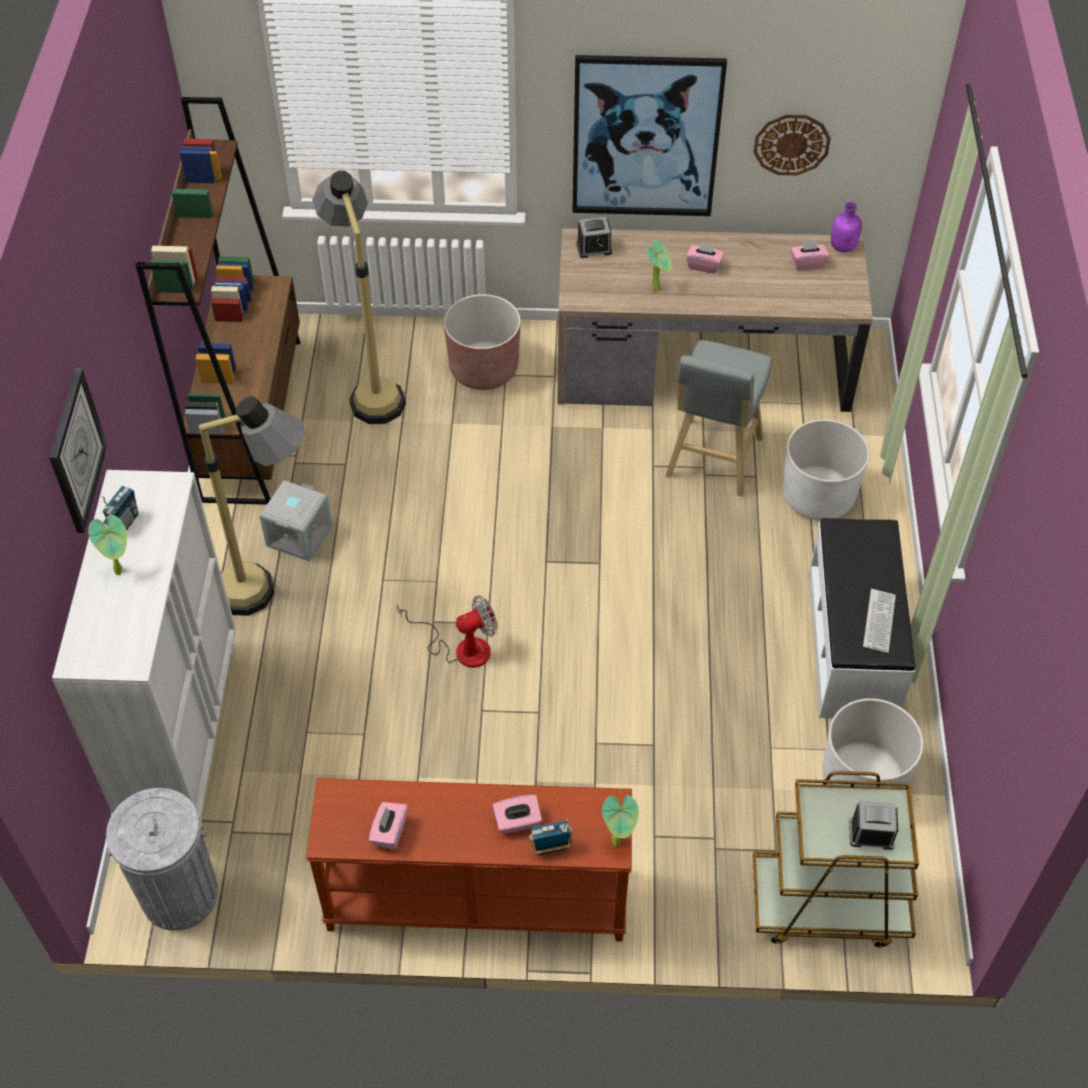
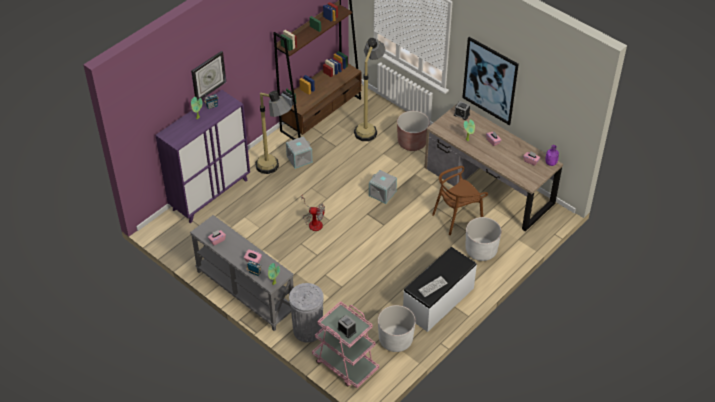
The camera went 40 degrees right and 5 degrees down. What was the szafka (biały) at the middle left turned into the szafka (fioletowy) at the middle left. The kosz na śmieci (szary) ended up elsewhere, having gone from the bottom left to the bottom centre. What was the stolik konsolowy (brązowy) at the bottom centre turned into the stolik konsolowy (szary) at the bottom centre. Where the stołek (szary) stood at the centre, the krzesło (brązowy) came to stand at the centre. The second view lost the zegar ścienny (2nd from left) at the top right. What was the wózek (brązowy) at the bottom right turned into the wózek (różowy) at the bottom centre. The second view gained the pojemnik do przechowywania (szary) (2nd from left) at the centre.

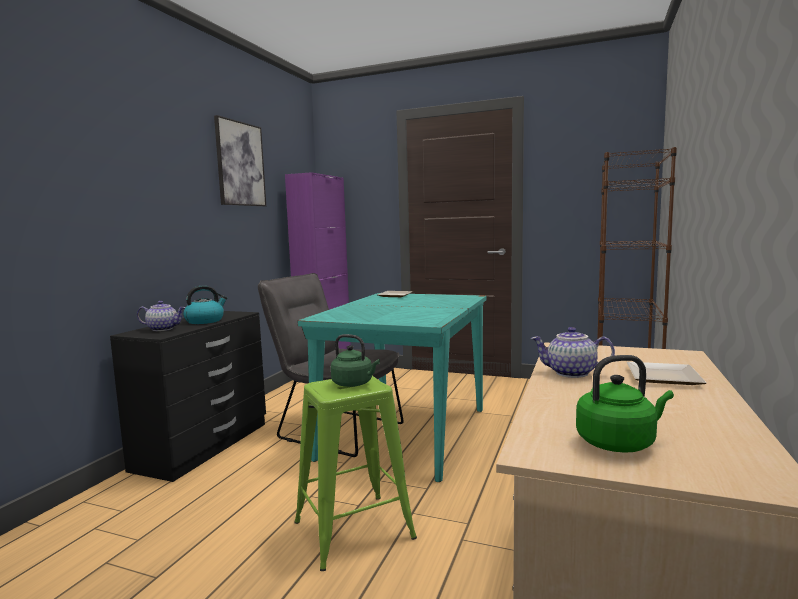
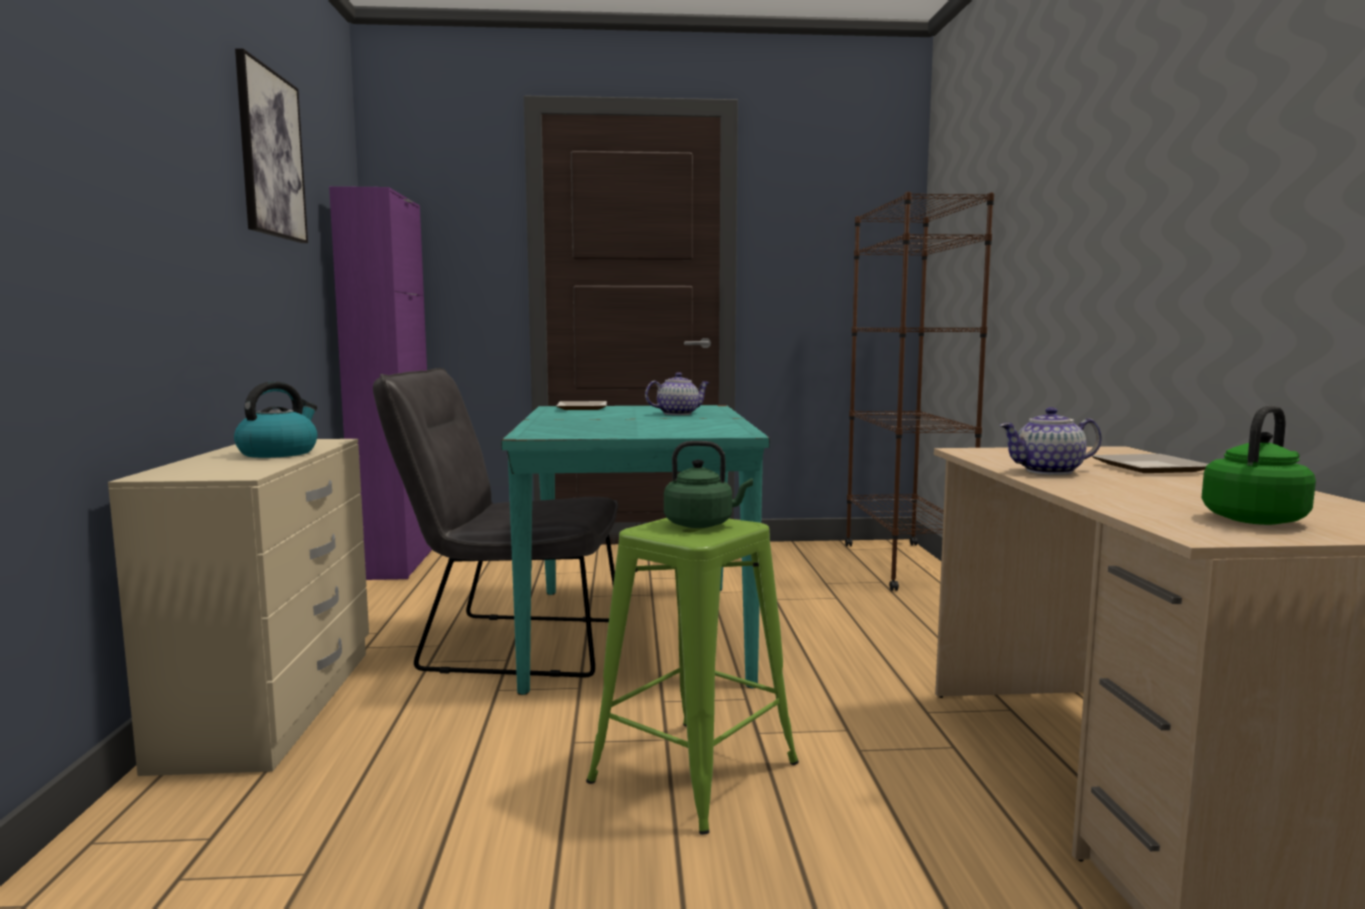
The camera went 25 degrees left and 0 degrees up. What was the komoda (czarny) at the middle left turned into the komoda (beżowy) at the bottom left. The imbryk (1st from left) ended up elsewhere, having gone from the middle left to the centre.

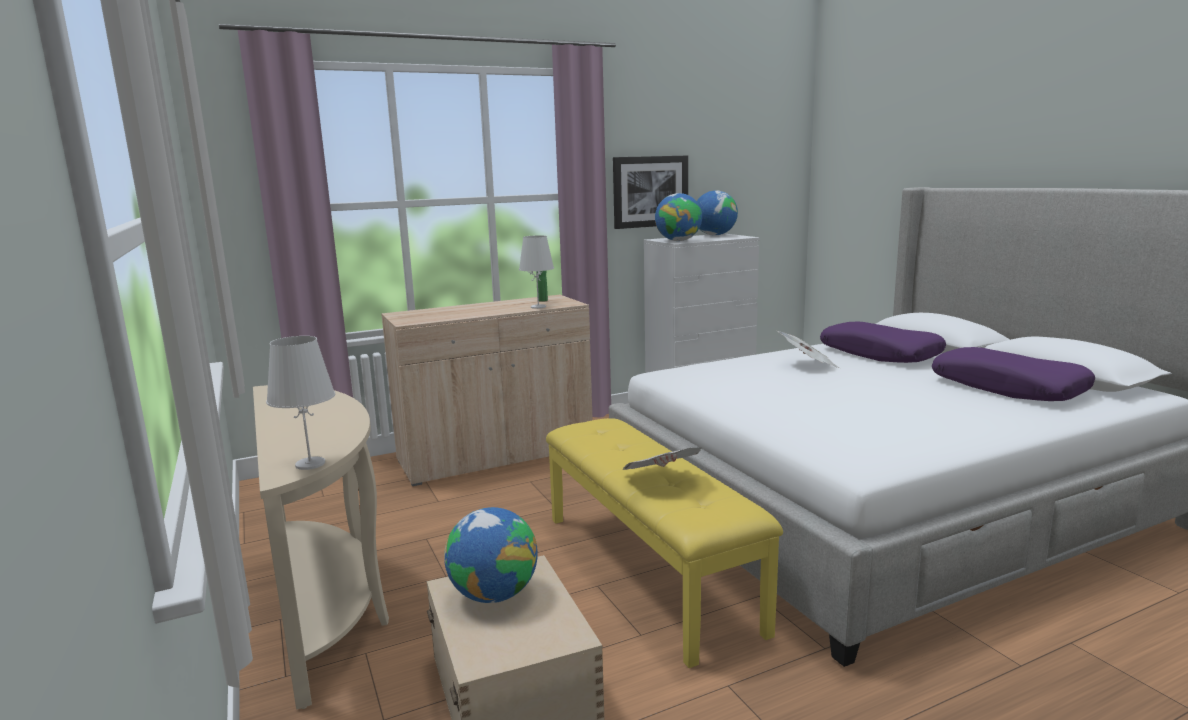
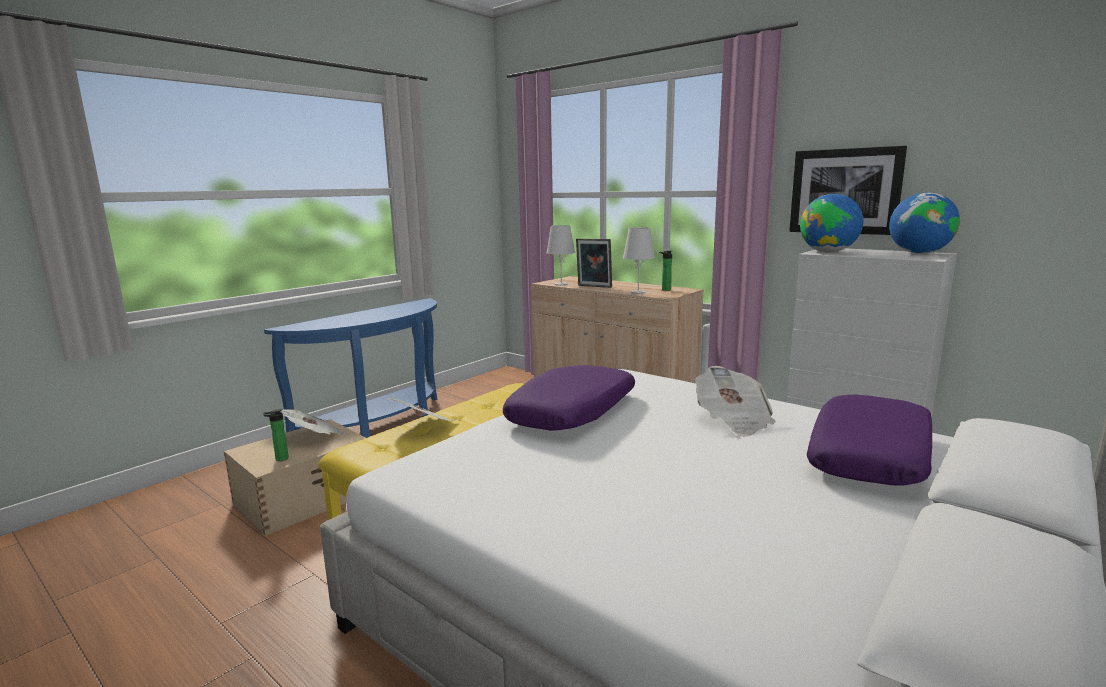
The camera went 65 degrees right and 0 degrees up. What was the stolik konsolowy (beżowy) at the bottom left turned into the stolik konsolowy (niebieski) at the middle left. The lampa stołowa (biały) (1st from left) ended up elsewhere, having gone from the middle left to the centre. Where the globus (1st from left) stood at the bottom centre, the gazeta (1st from left) came to stand at the middle left. The poduszka (fioletowy) (2nd from left in the first image) ended up elsewhere, having gone from the middle right to the centre. The second view gained the butelka (1st from left) at the middle left. The second view gained the ramka na zdjęcie at the centre.

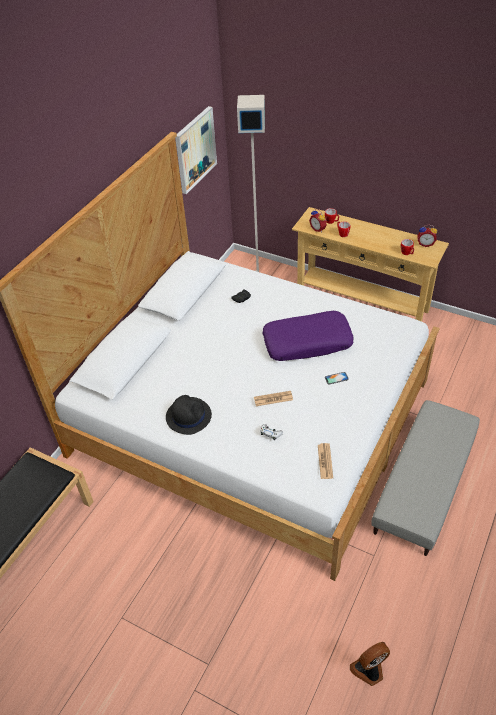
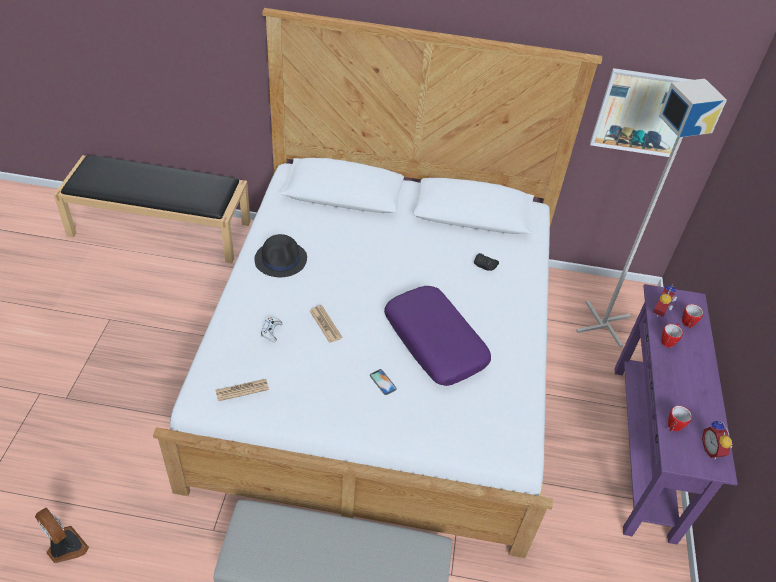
The camera went 65 degrees right and 0 degrees up. What was the stolik konsolowy (beżowy) at the middle right turned into the stolik konsolowy (fioletowy) at the bottom right.

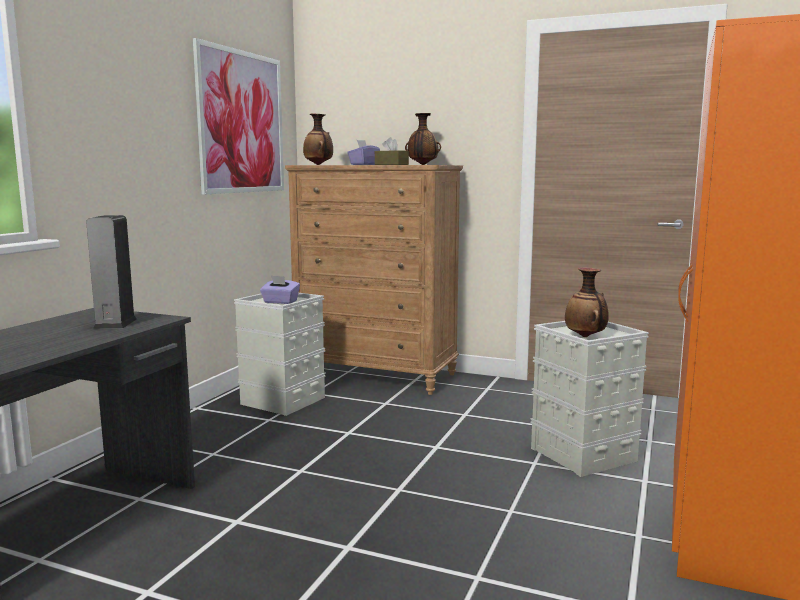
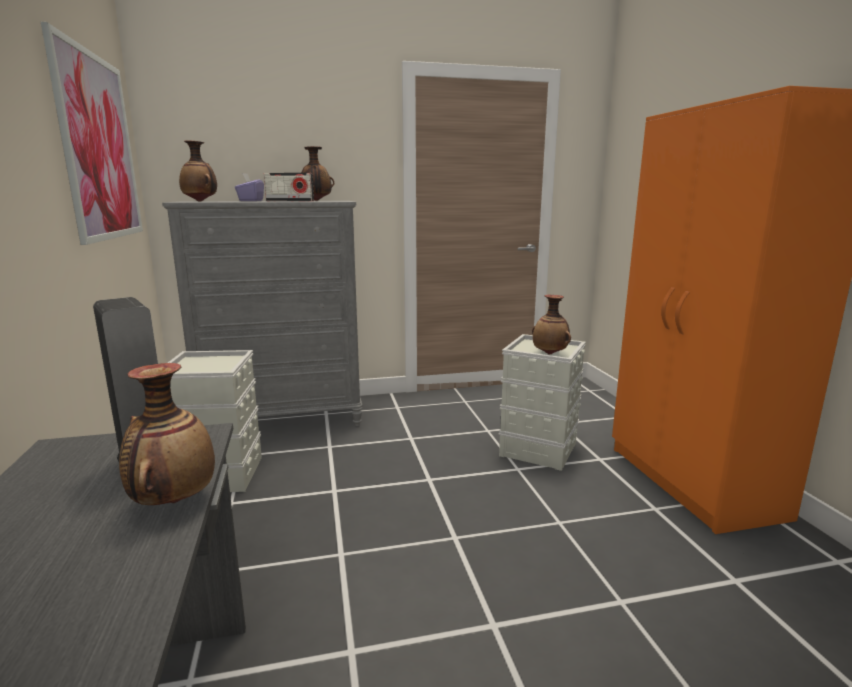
The camera went 35 degrees left and 5 degrees up. The second view lost the pudełko chusteczek (fioletowy) (1st from left) at the centre. What was the komoda (brązowy) at the centre turned into the komoda (szary) at the middle left. Where the pudełko chusteczek (brązowy) stood at the top centre, the radio came to stand at the top centre. The second view gained the wazon (1st from left) at the middle left.

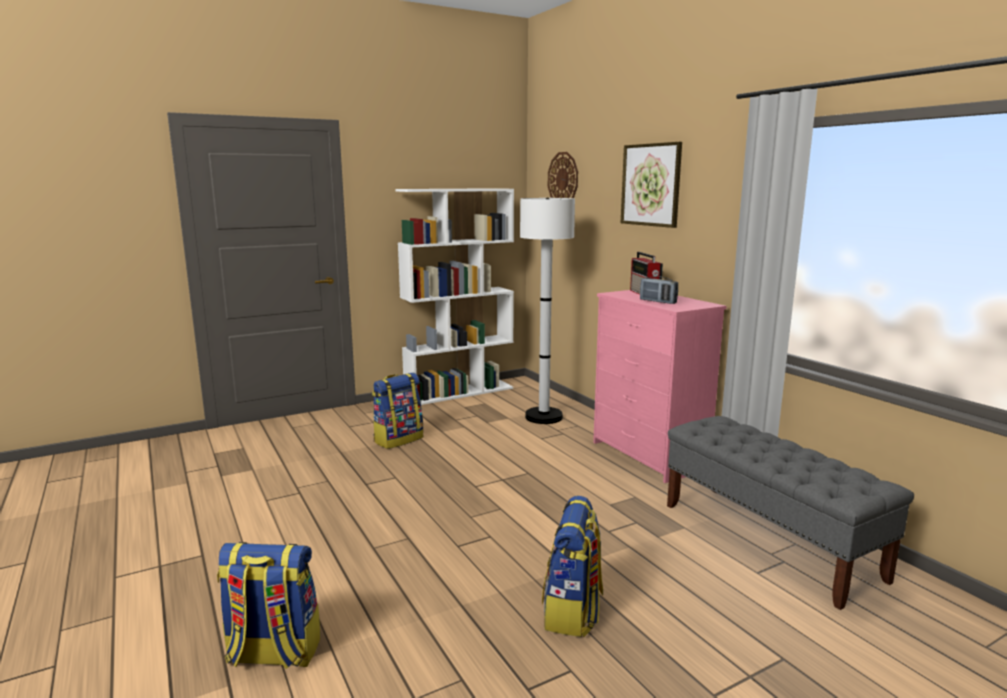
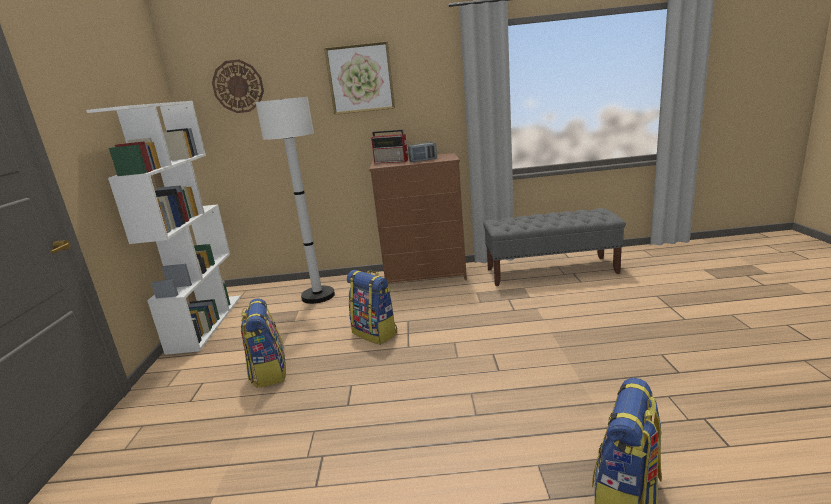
The camera went 60 degrees left and 5 degrees up. The plecak (3rd from left in the first image) ended up elsewhere, having gone from the bottom centre to the centre. What was the komoda (różowy) at the centre turned into the komoda (brązowy) at the centre.

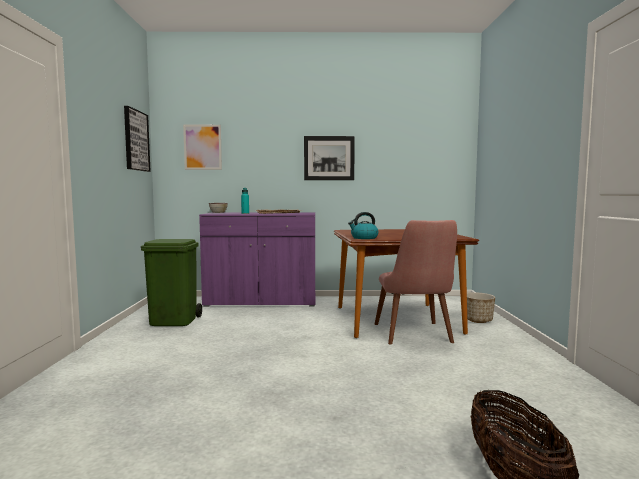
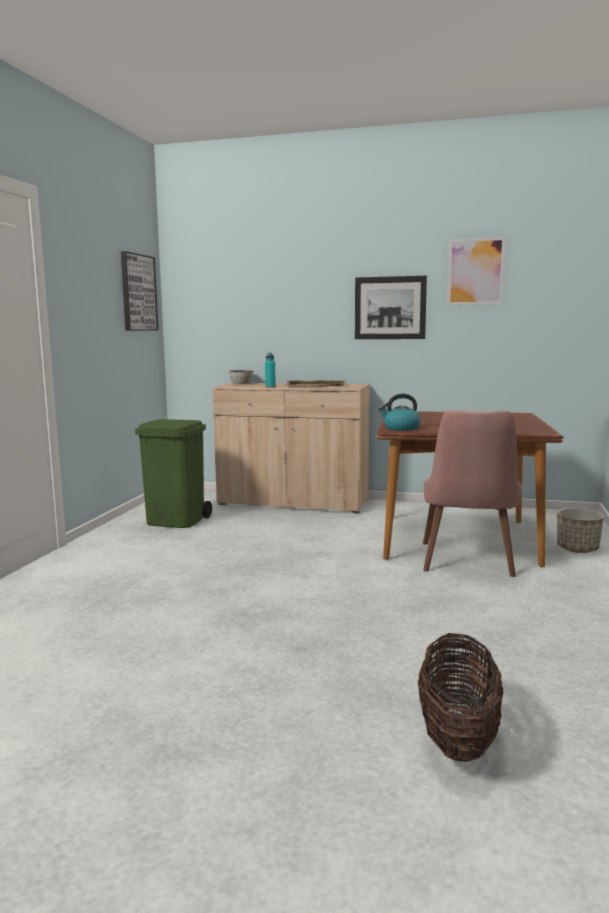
The camera went 15 degrees right and 5 degrees up. The obraz (2nd from left in the first image) ended up elsewhere, having gone from the top left to the top right. What was the szafka (fioletowy) at the centre turned into the szafka (beżowy) at the centre.

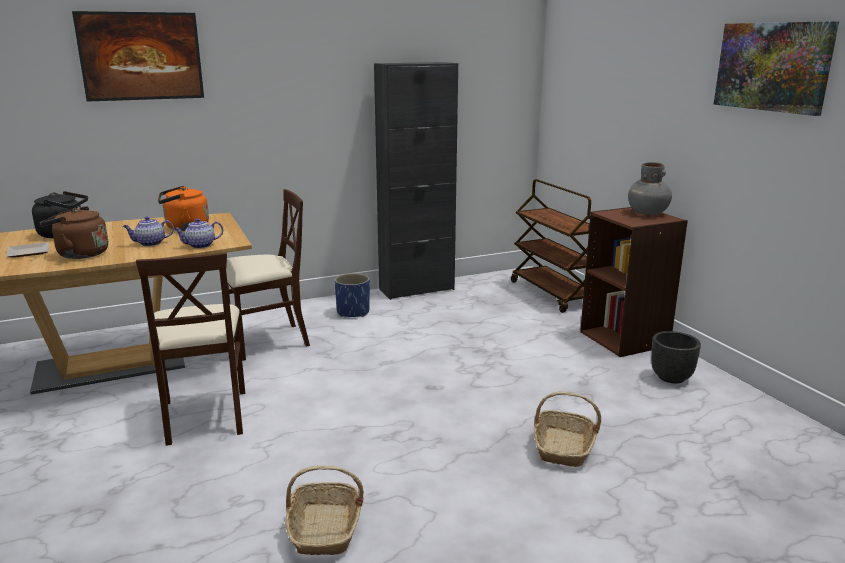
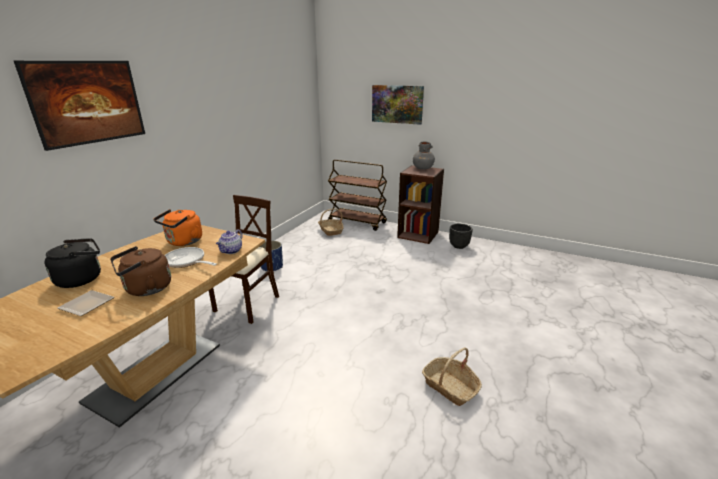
The camera went 40 degrees left and 5 degrees up. Where the imbryk (1st from left) stood at the middle left, the patelnia came to stand at the middle left. The second view lost the krzesło (beżowy) (1st from left) at the middle left. The second view lost the szafka (czarny) at the top centre. The koszyk (2nd from left in the first image) ended up elsewhere, having gone from the bottom right to the centre. The obraz (2nd from left) ended up elsewhere, having gone from the top right to the top centre.

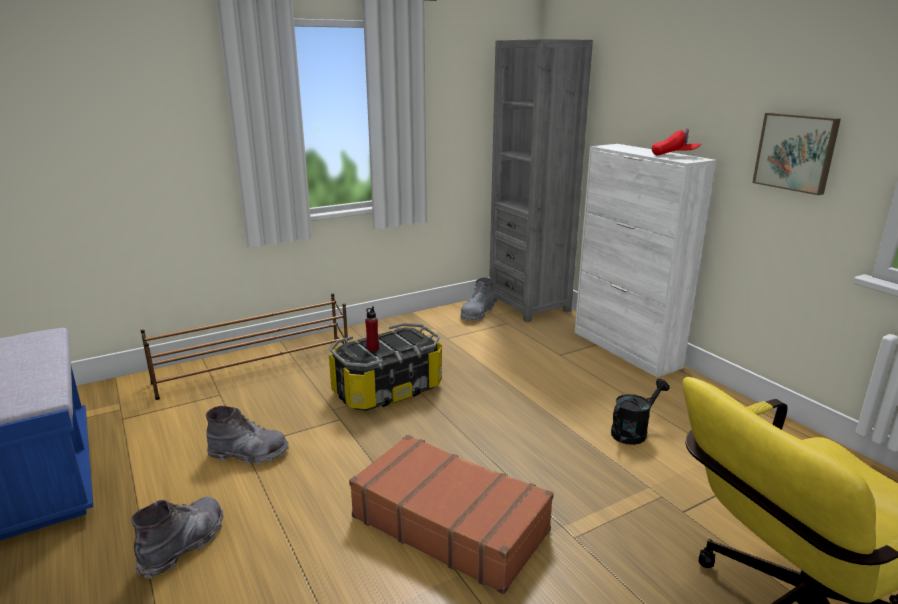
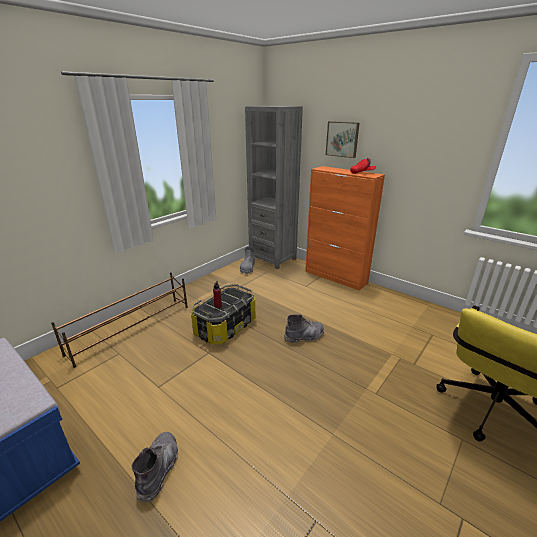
The camera went 20 degrees left and 5 degrees up. The but z cholewką (szary) (2nd from left in the first image) ended up elsewhere, having gone from the bottom left to the centre. The second view lost the walizka (brązowy) at the bottom centre. What was the szafka (biały) at the middle right turned into the szafka (pomarańczowy) at the centre. The second view lost the konewka (czarny) at the bottom right. The obraz ended up elsewhere, having gone from the top right to the top centre.

